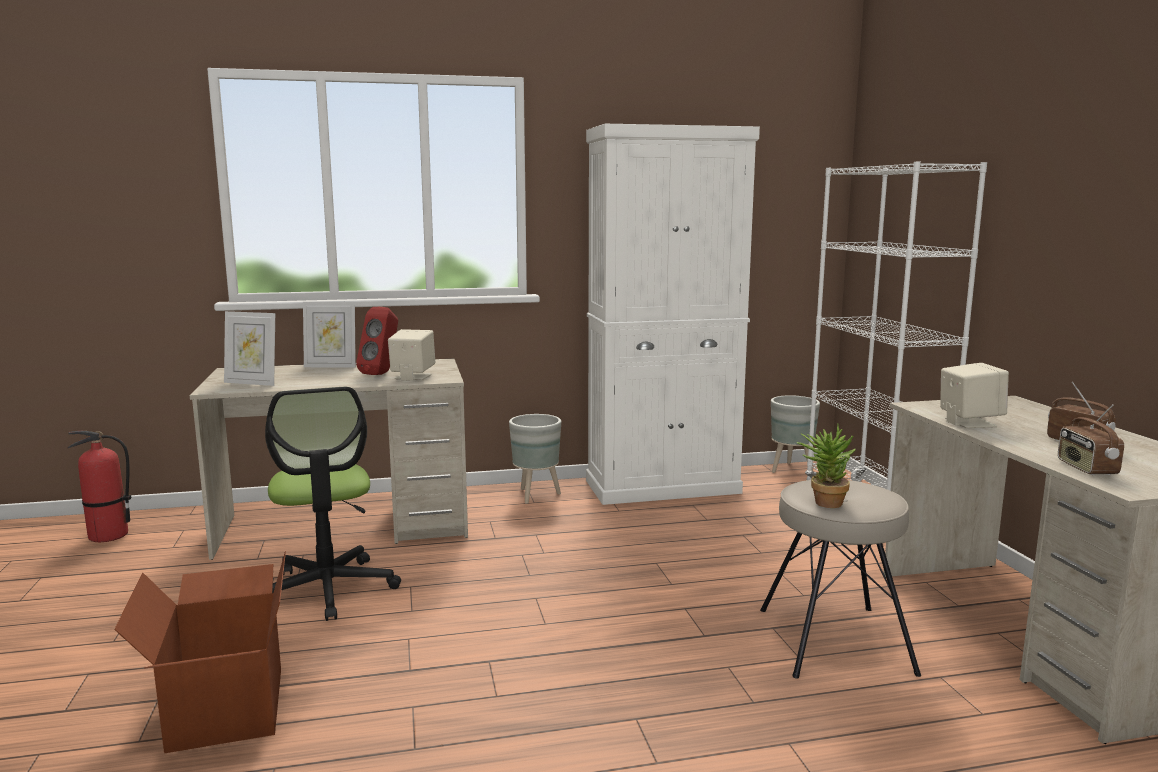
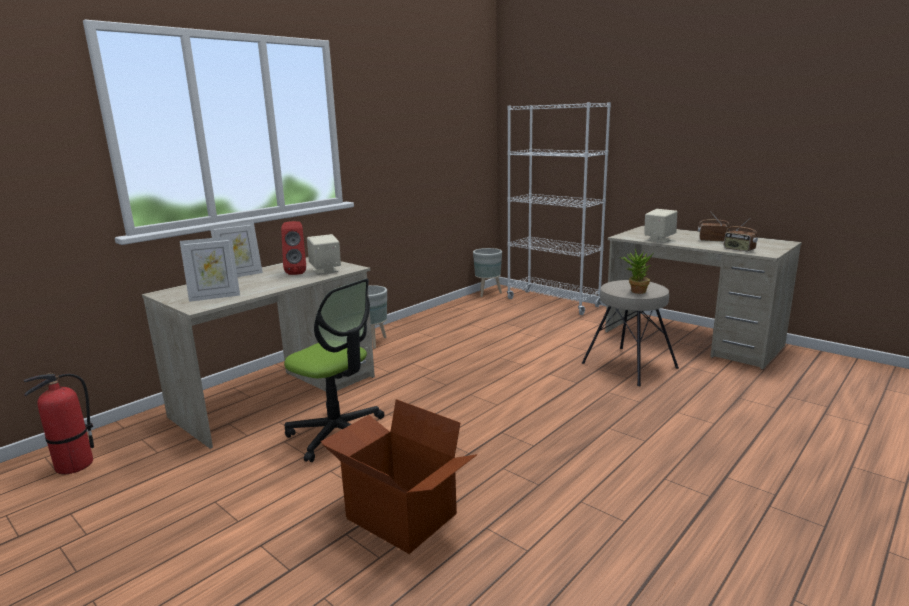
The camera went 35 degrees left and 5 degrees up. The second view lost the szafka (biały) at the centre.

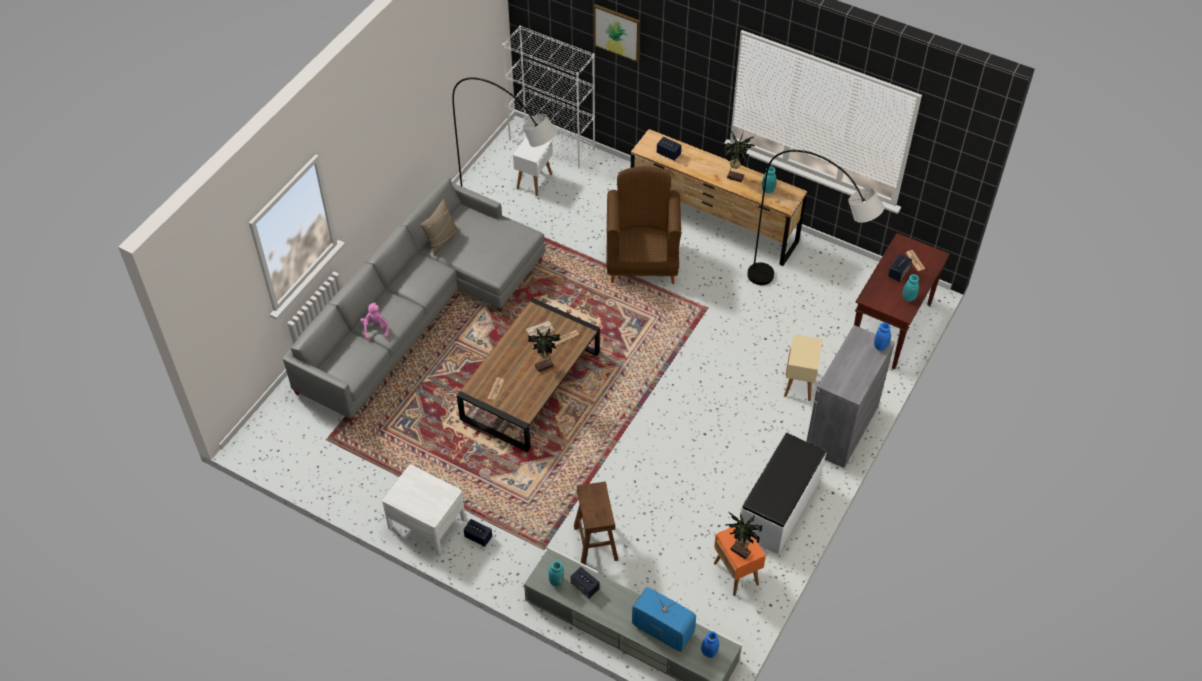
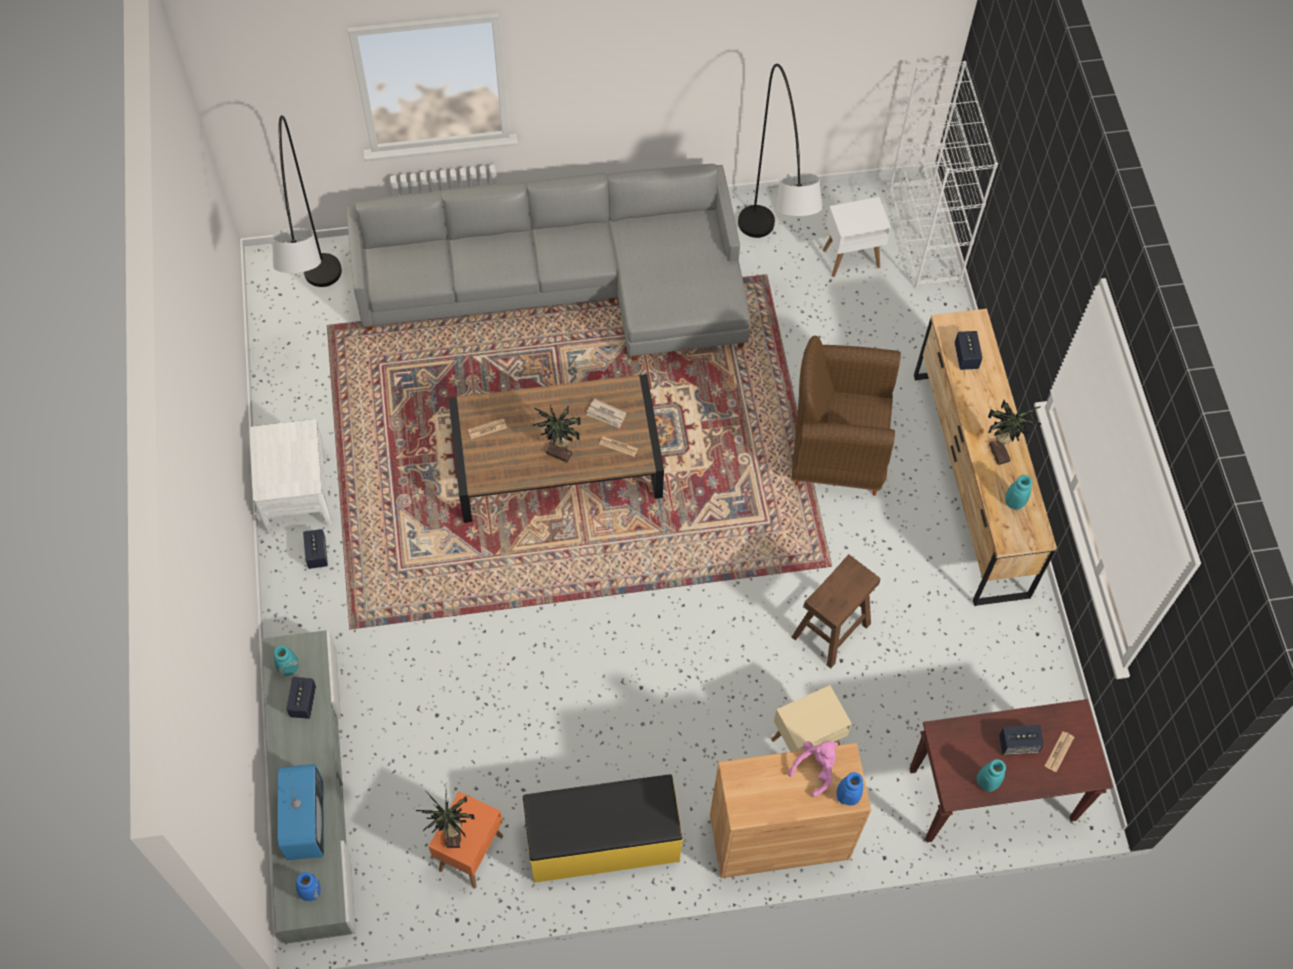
The camera went 50 degrees right and 10 degrees up. The pluszak (różowy) ended up elsewhere, having gone from the middle left to the bottom centre. The second view lost the poduszka (beżowy) at the centre. The stołek (brązowy) ended up elsewhere, having gone from the bottom centre to the centre. The second view lost the obraz at the top centre. The fotel (brązowy) at the top centre ended up facing another way, 135 degrees counterclockwise from before. What was the ławka (biały) at the bottom centre turned into the ławka (żółty) at the bottom centre. The lampa stojąca (szary) (2nd from left in the first image) ended up elsewhere, having gone from the top right to the top left. What was the szafka (szary) at the middle right turned into the szafka (brązowy) at the bottom centre.

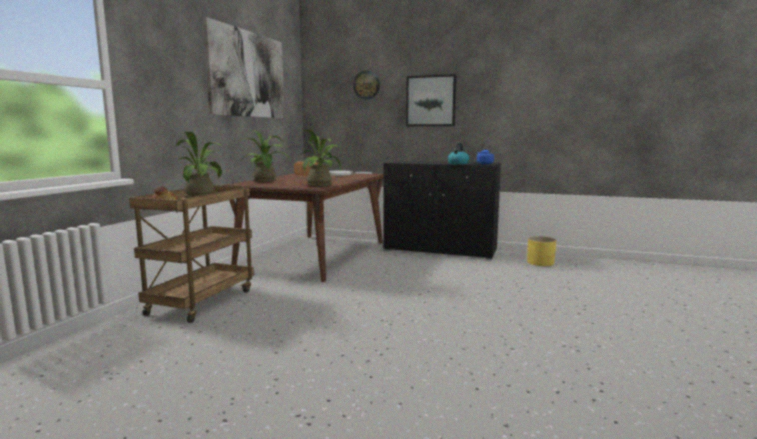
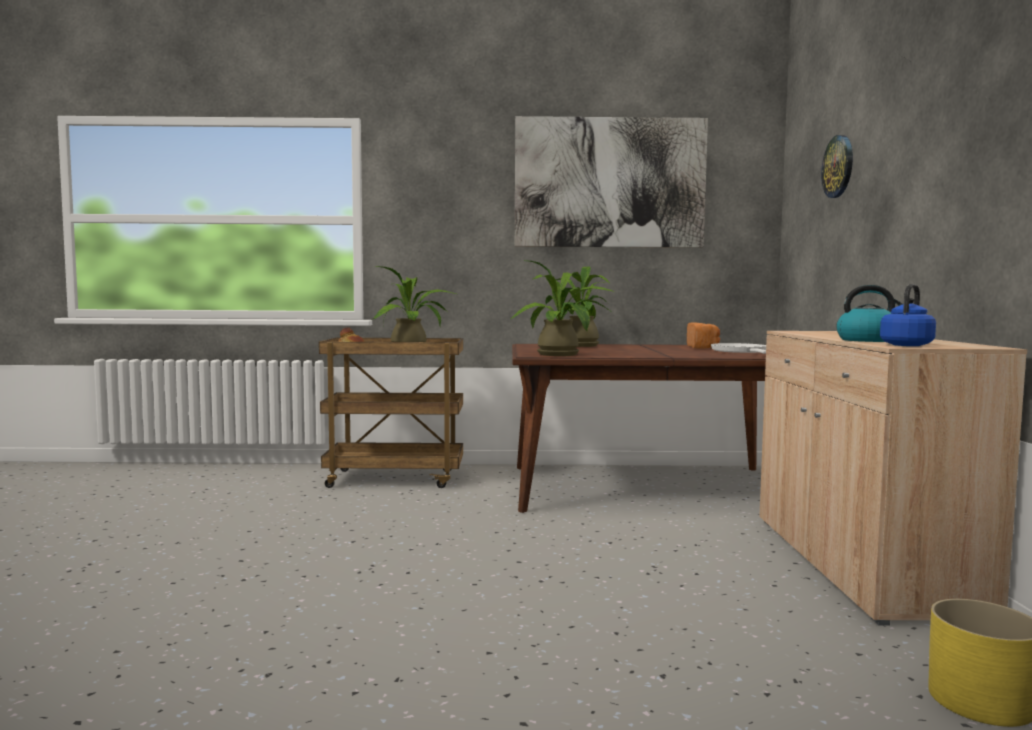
The camera went 70 degrees right and 5 degrees down. What was the szafka (czarny) at the centre turned into the szafka (beżowy) at the middle right. The second view lost the obraz (2nd from left) at the top centre.

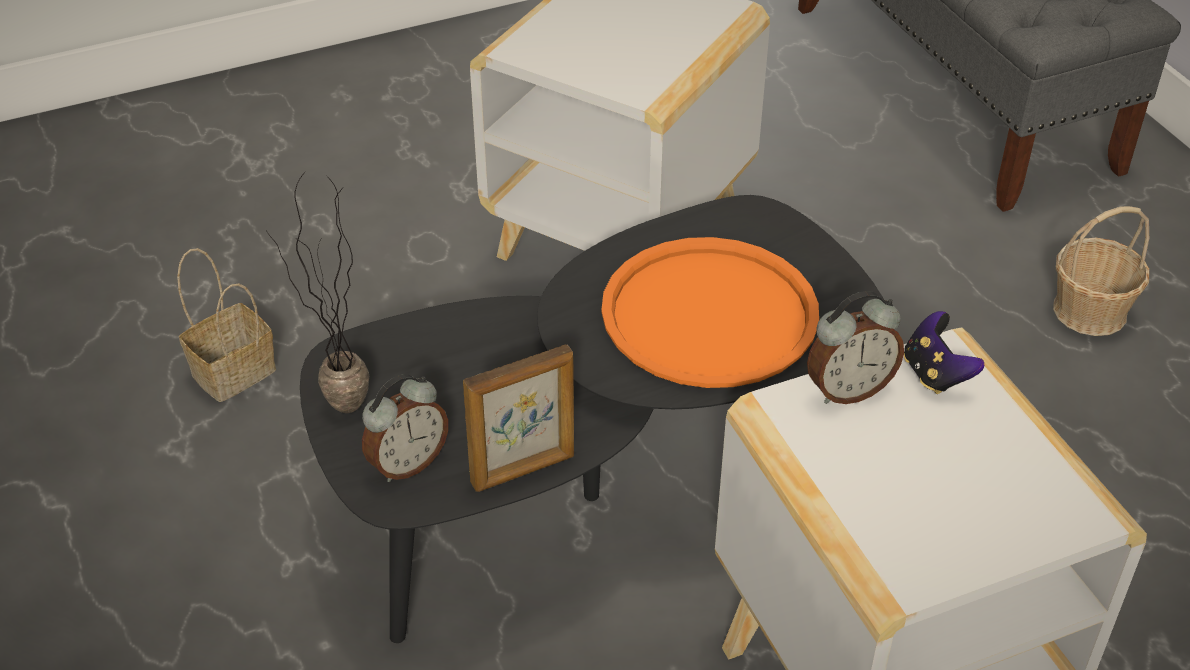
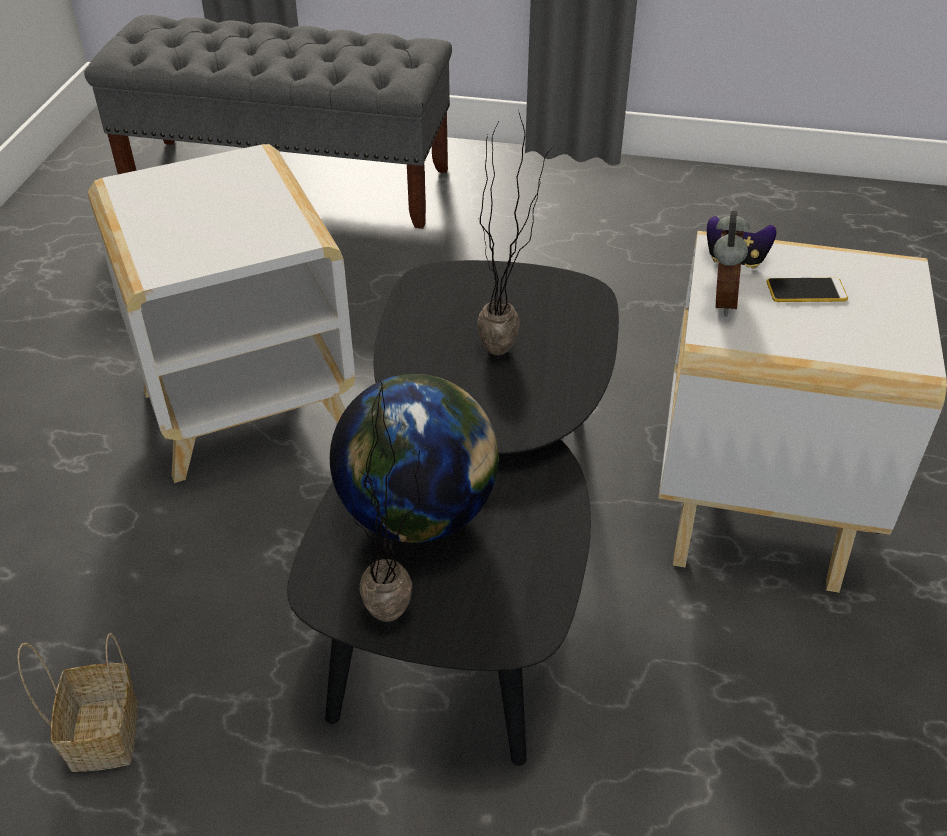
The camera went 55 degrees left and 0 degrees up. The second view lost the budzik (1st from left) at the centre. The second view lost the ramka na zdjęcie at the centre. Where the taca (pomarańczowy) stood at the centre, the roślina doniczkowa (2nd from left) came to stand at the top centre. The second view lost the koszyk (2nd from left) at the middle right. The second view gained the globus at the centre. The second view gained the telefon at the middle right.

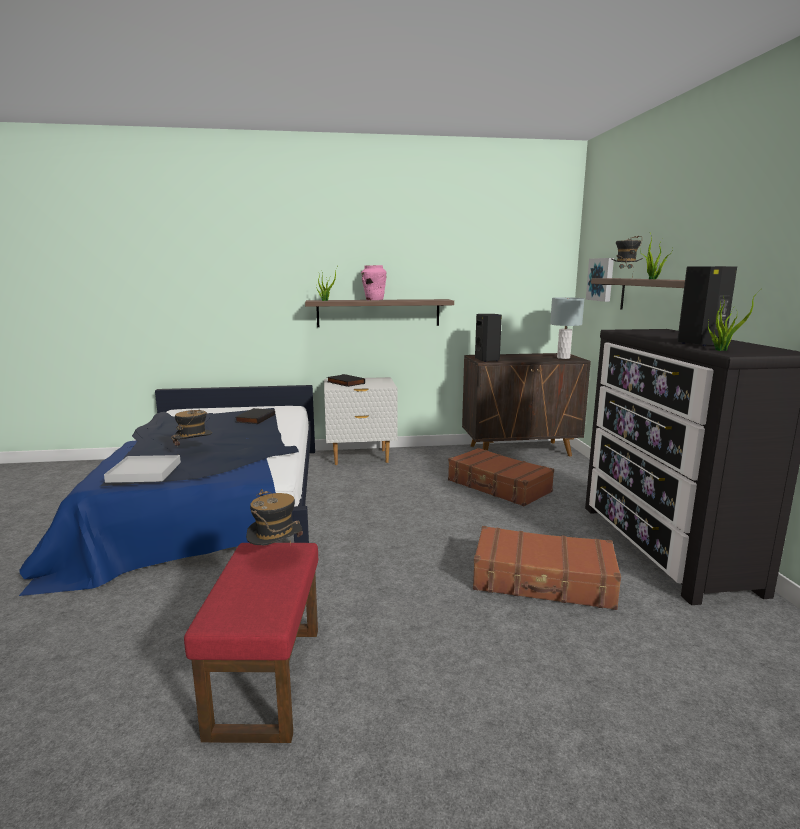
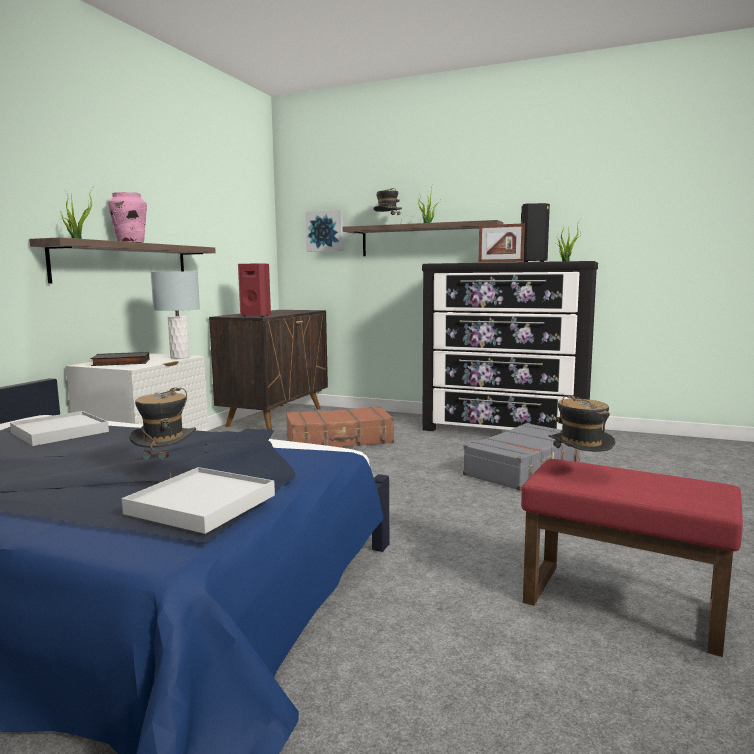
The camera went 60 degrees left and 5 degrees down. Where the książka (czarny) (1st from left) stood at the middle left, the taca (biały) (1st from left) came to stand at the middle left. What was the walizka (brązowy) (2nd from left) at the bottom right turned into the walizka (szary) at the middle right. What was the głośnik (czarny) (1st from left) at the centre turned into the głośnik (czerwony) at the centre. The lampa stołowa (szary) ended up elsewhere, having gone from the middle right to the middle left. The second view gained the ramka na zdjęcie at the top centre.

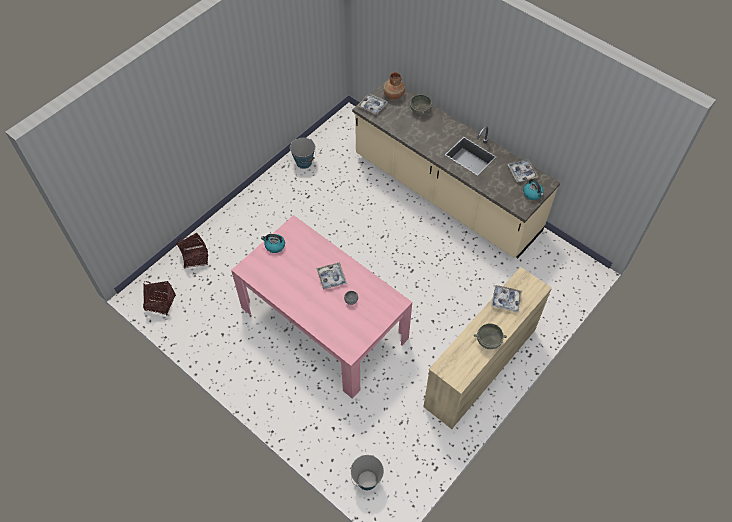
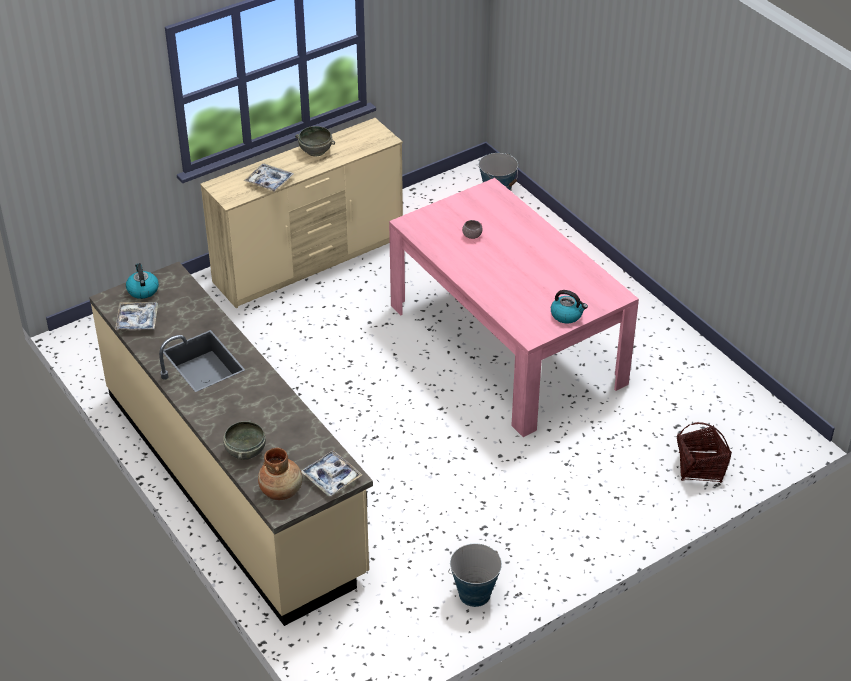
The camera went 165 degrees left and 15 degrees down. The second view lost the koszyk (1st from left) at the middle left. The second view lost the taca (1st from left) at the centre.

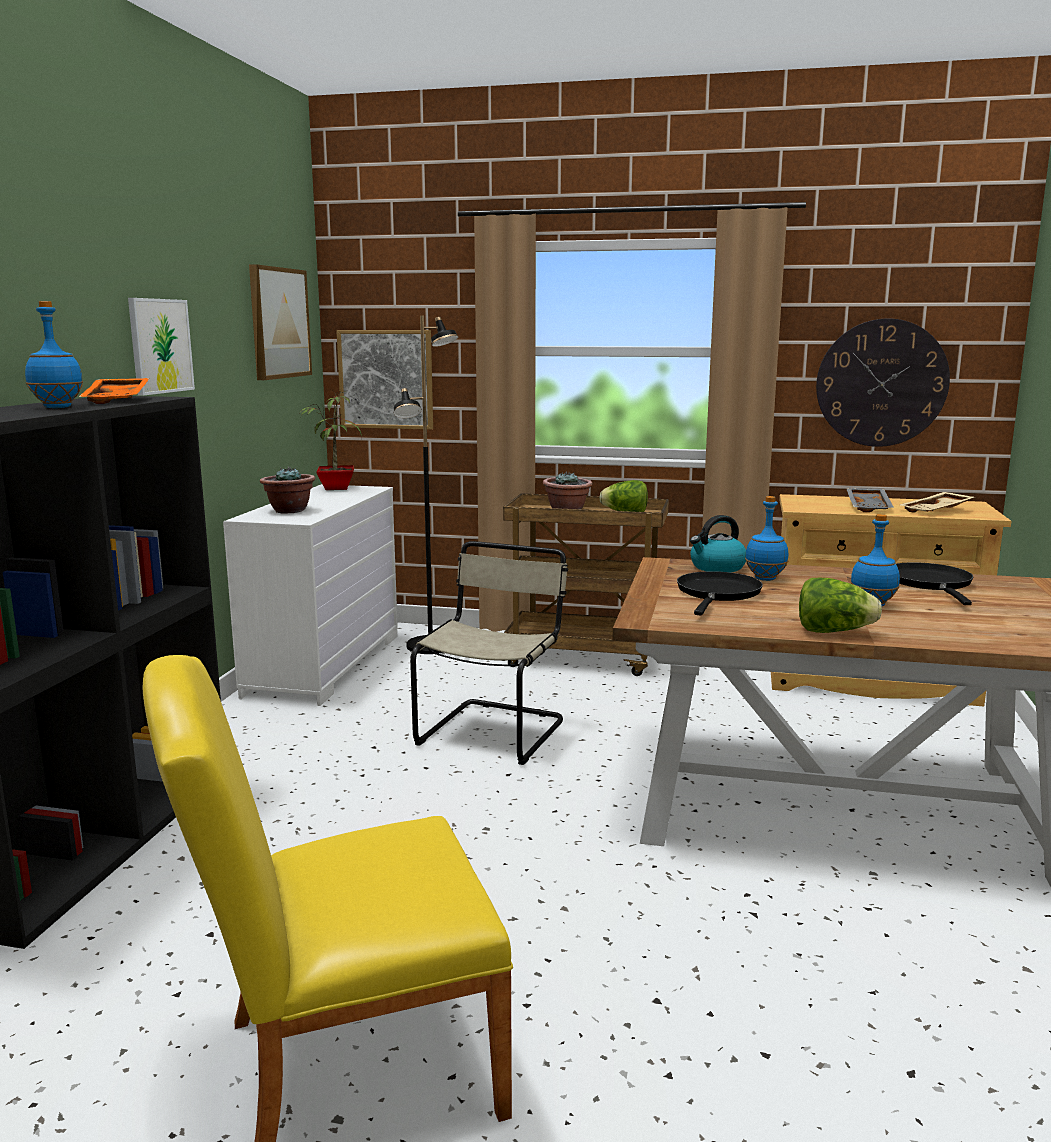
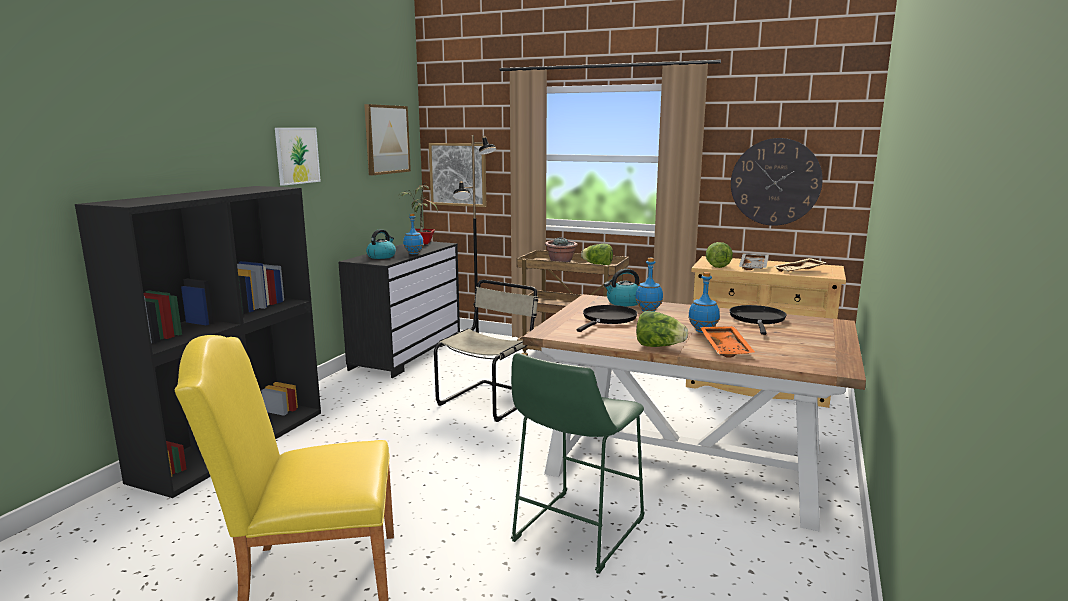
The camera went 10 degrees right and 0 degrees up. The butelka (niebieski) (1st from left) ended up elsewhere, having gone from the top left to the centre. The taca (pomarańczowy) ended up elsewhere, having gone from the middle left to the middle right. What was the komoda (biały) at the middle left turned into the komoda (czarny) at the centre. Where the roślina doniczkowa (1st from left) stood at the middle left, the czajnik (1st from left) came to stand at the centre. The second view gained the stołek (zielony) at the bottom centre. The second view gained the sałata (3rd from left) at the middle right.

